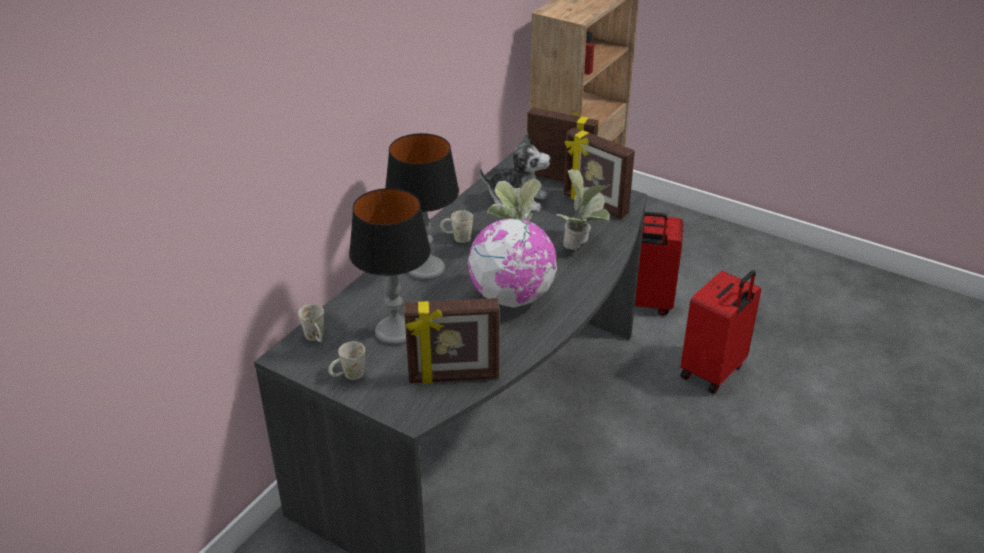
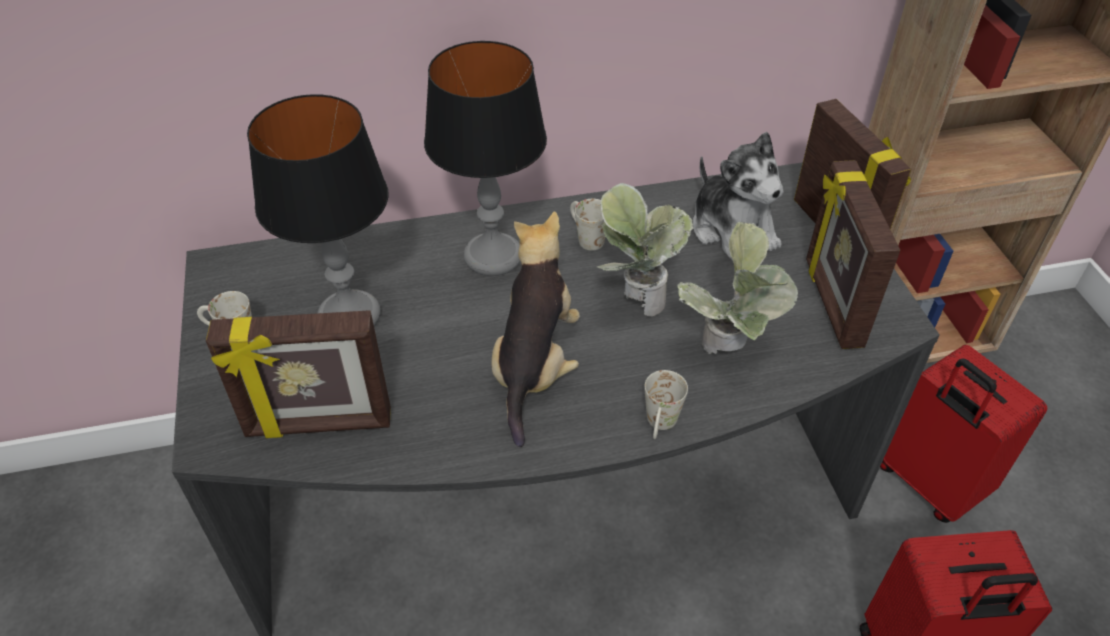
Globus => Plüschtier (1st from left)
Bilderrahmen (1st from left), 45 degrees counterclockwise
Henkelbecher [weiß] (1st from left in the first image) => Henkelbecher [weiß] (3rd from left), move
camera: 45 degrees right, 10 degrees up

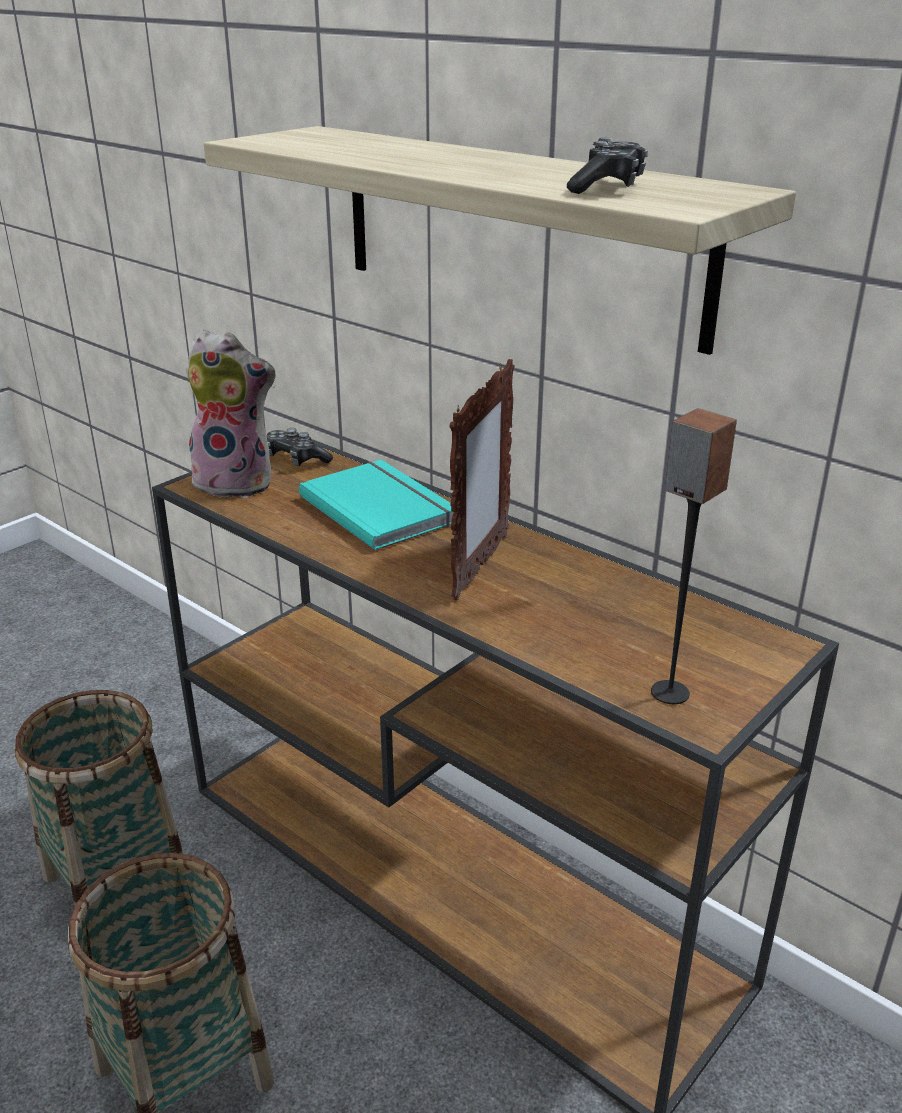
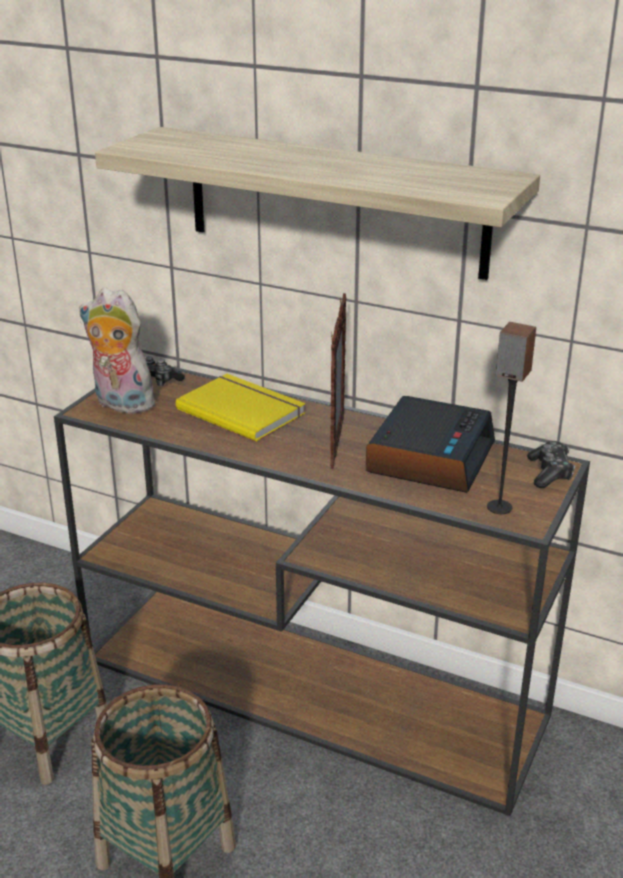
Gamepad (2nd from left), move
Plüschtier, 150 degrees counterclockwise
Buch [türkis] => Buch [gelb]
nothing => Wecker
camera: 15 degrees left, 0 degrees up

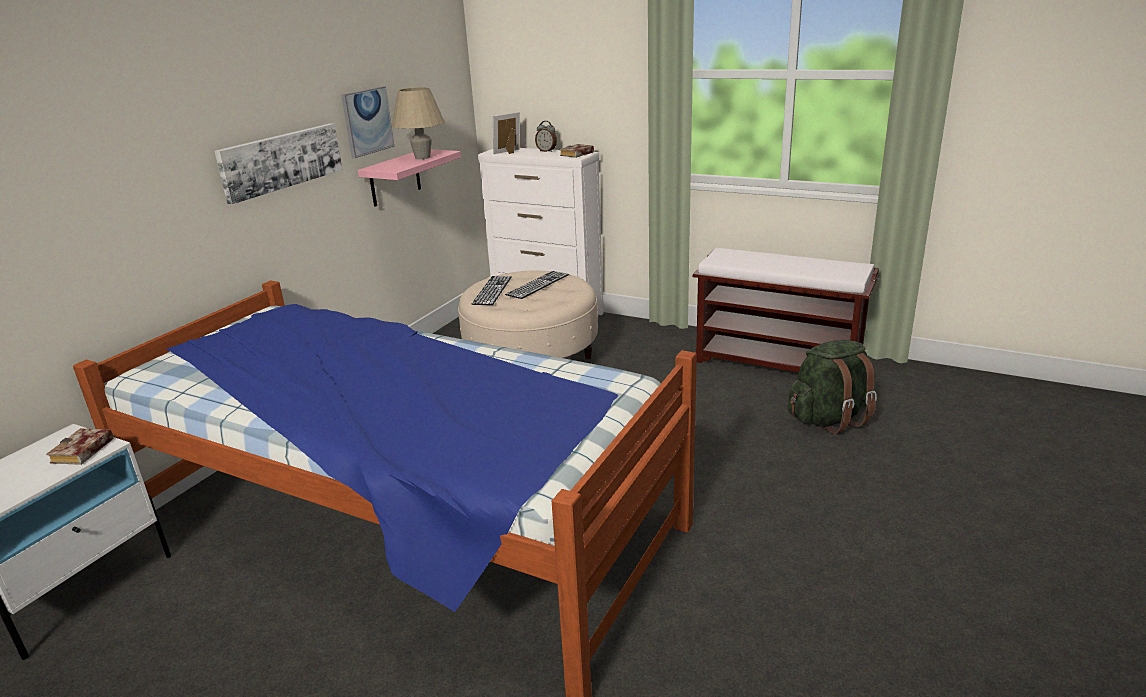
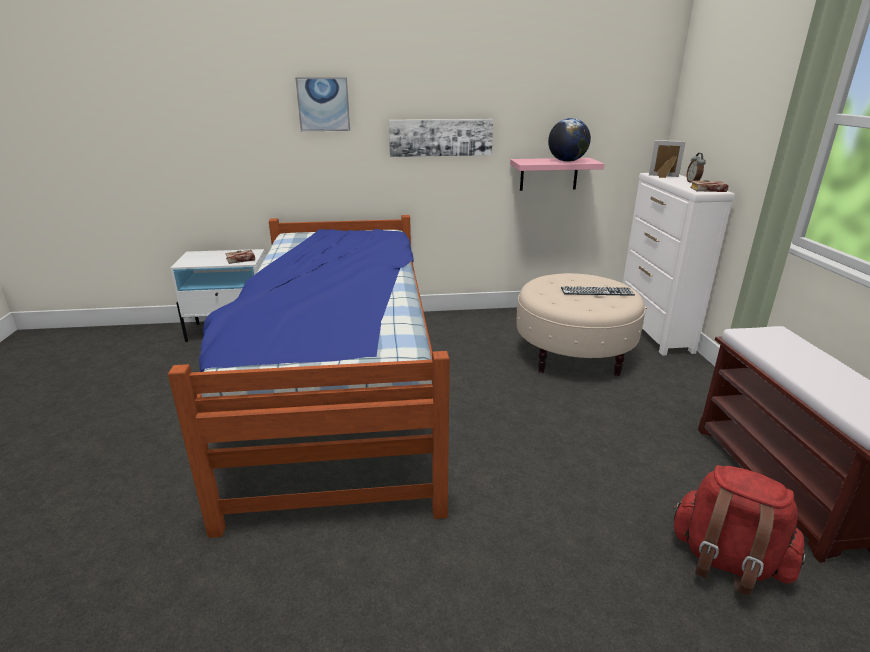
Bild (2nd from left in the first image) => Bild (1st from left), move
Tischlampe [beige] => Globus
Tastatur (1st from left) => nothing
Rucksack [grün] => Rucksack [rot]
camera: 55 degrees right, 0 degrees up

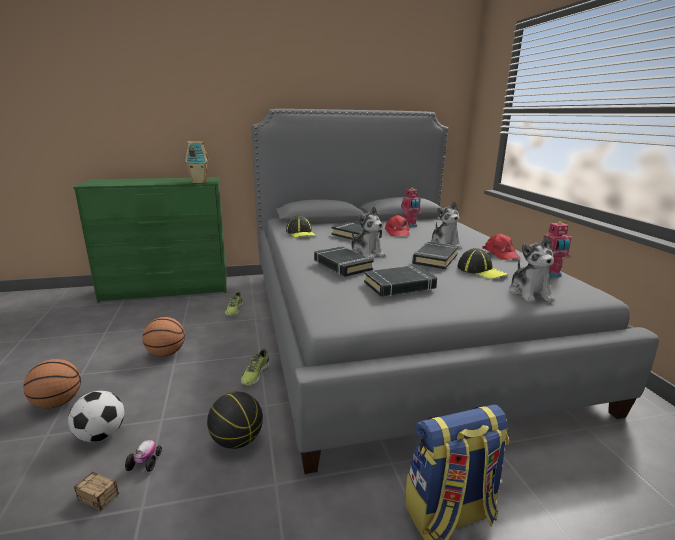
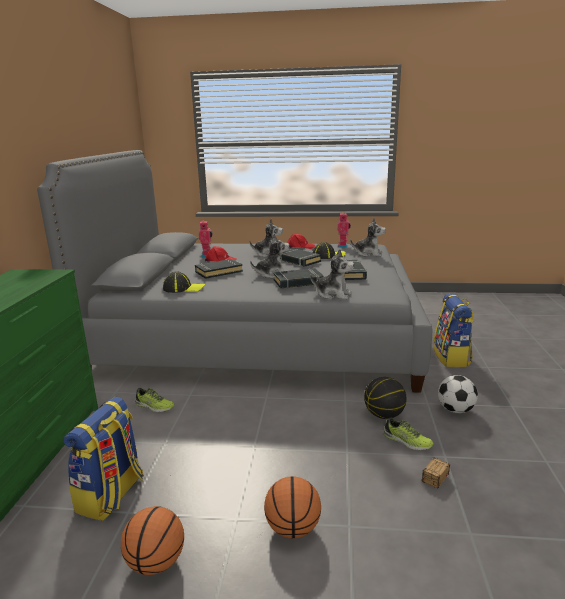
Spielzeughaus => nothing
Basketball (2nd from left in the first image) => Basketball (1st from left), move
Schuh (2nd from left), move
Fußball, move
Spielzeugauto => nothing
nothing => Plüschtier (3rd from left)
nothing => Rucksack (1st from left)
camera: 70 degrees left, 0 degrees up

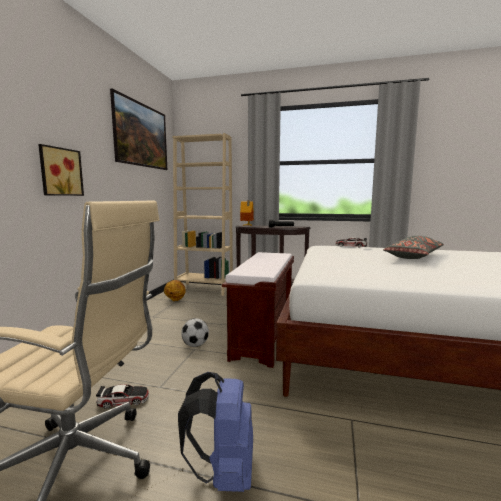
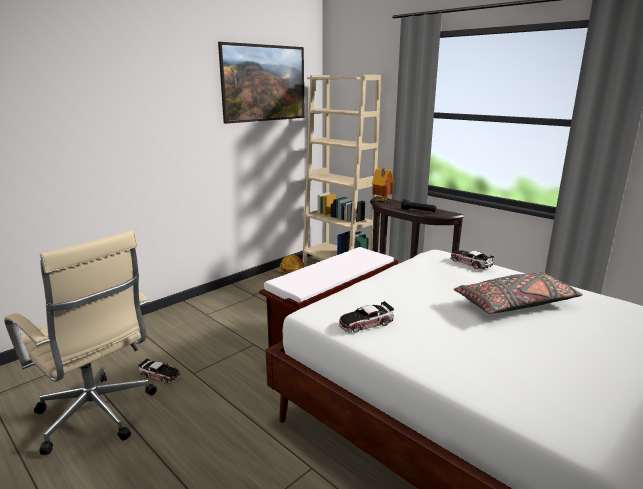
Bild (1st from left) => nothing
Fußball => nothing
Rucksack [blau] => nothing
nothing => Spielzeugauto (2nd from left)
camera: 30 degrees right, 10 degrees up

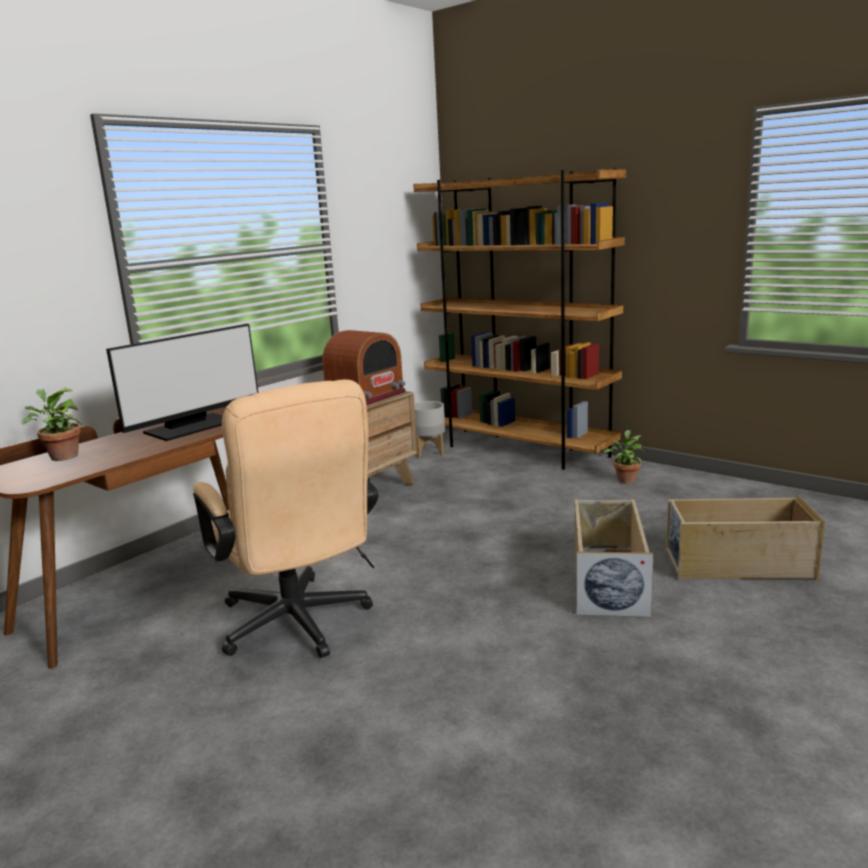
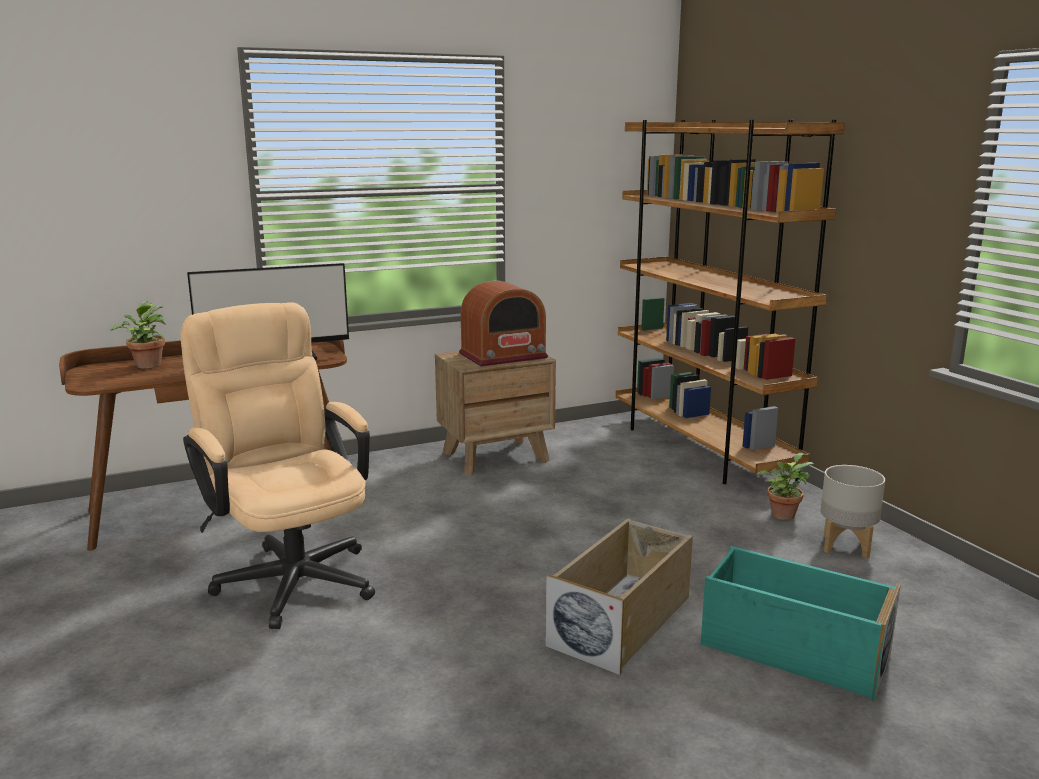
Bürostuhl [beige], 150 degrees clockwise
Pflanzkübel [grau], move
Aufbewahrungsbox [beige] (2nd from left) => Aufbewahrungsbox [türkis]
camera: 25 degrees right, 0 degrees up

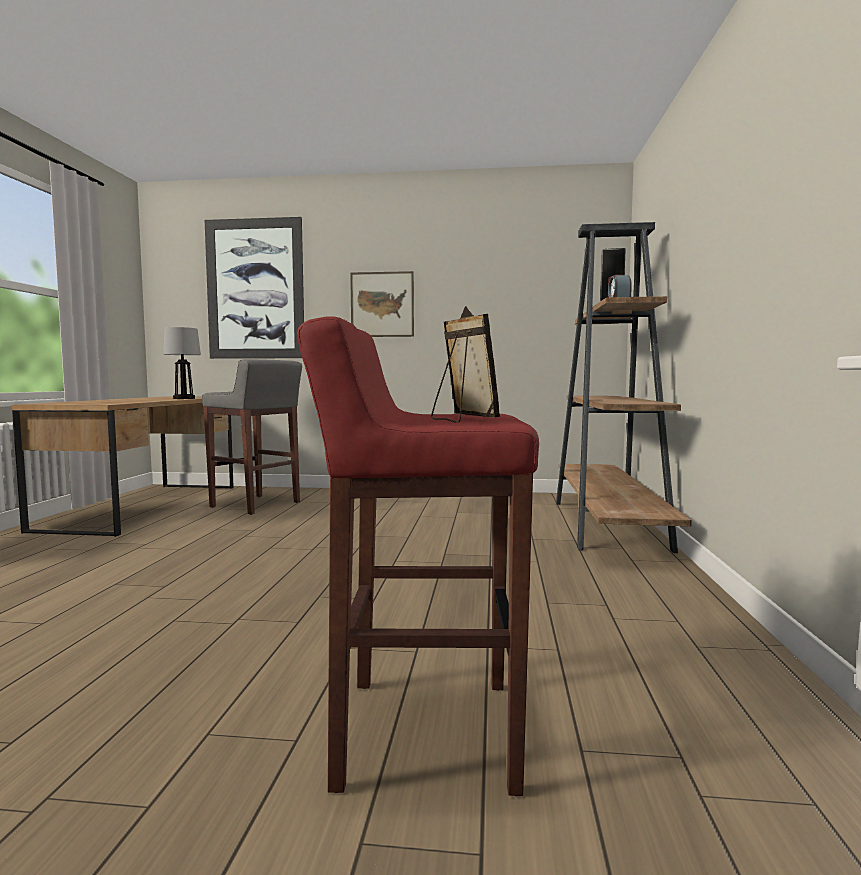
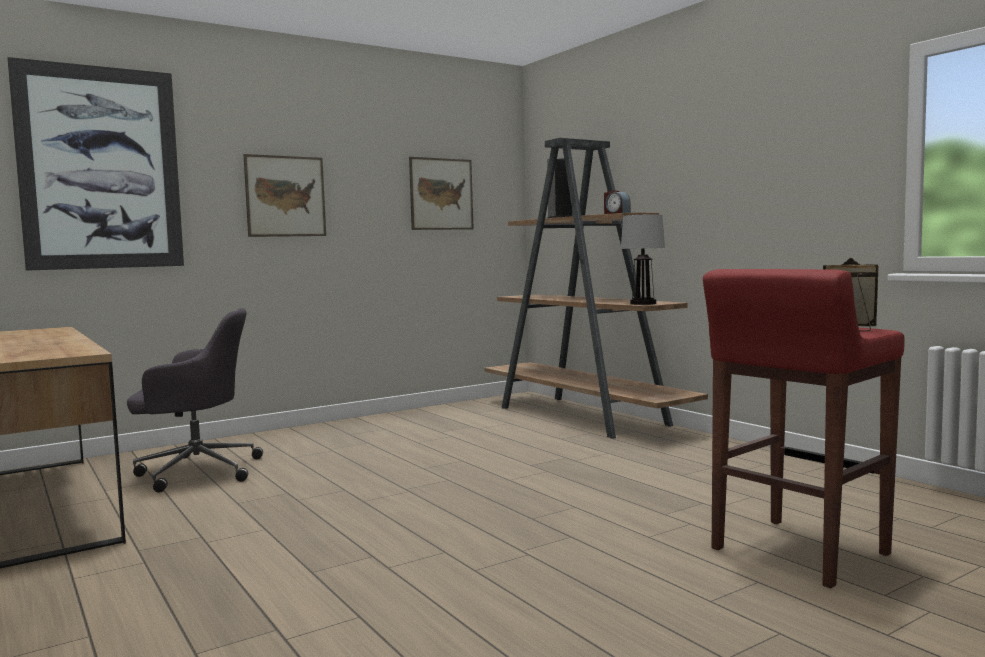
Tischlampe, move
Hocker [grau] => Bürostuhl [grau]
nothing => Bild (3rd from left)
camera: 40 degrees left, 0 degrees up

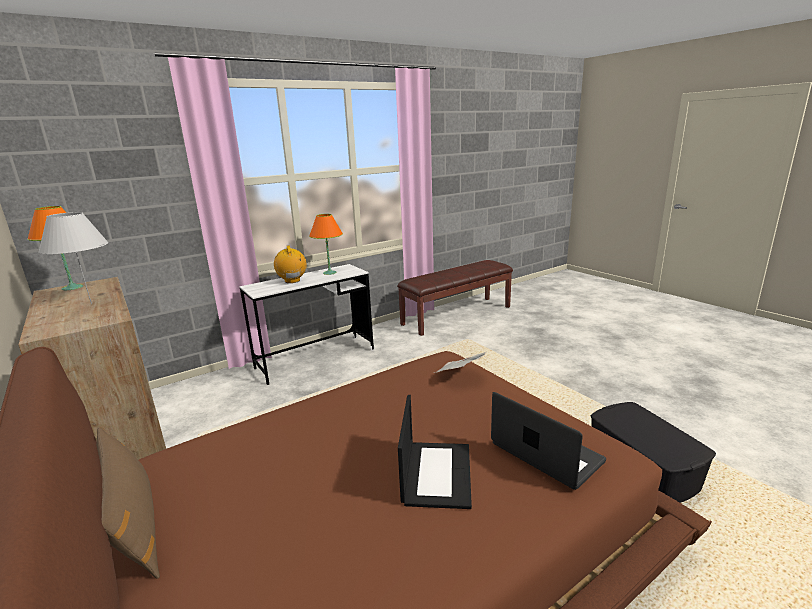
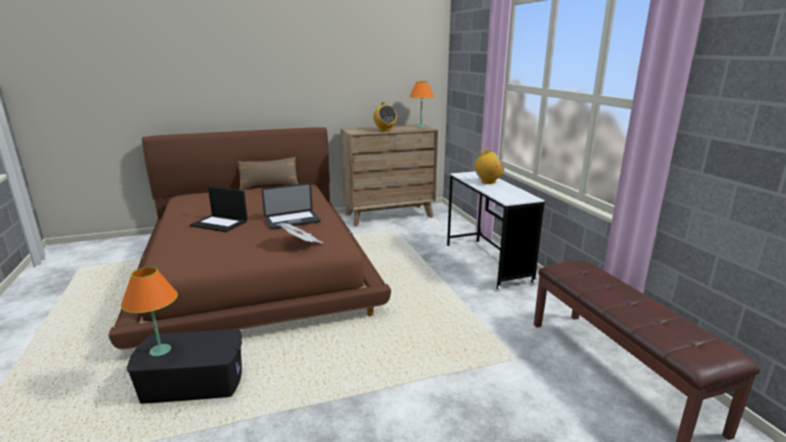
Tischlampe [weiß] => Radio (1st from left)
Tischlampe [orange] (2nd from left in the first image) => Tischlampe [orange] (1st from left), move
Laptop (2nd from left), move
camera: 105 degrees right, 0 degrees up

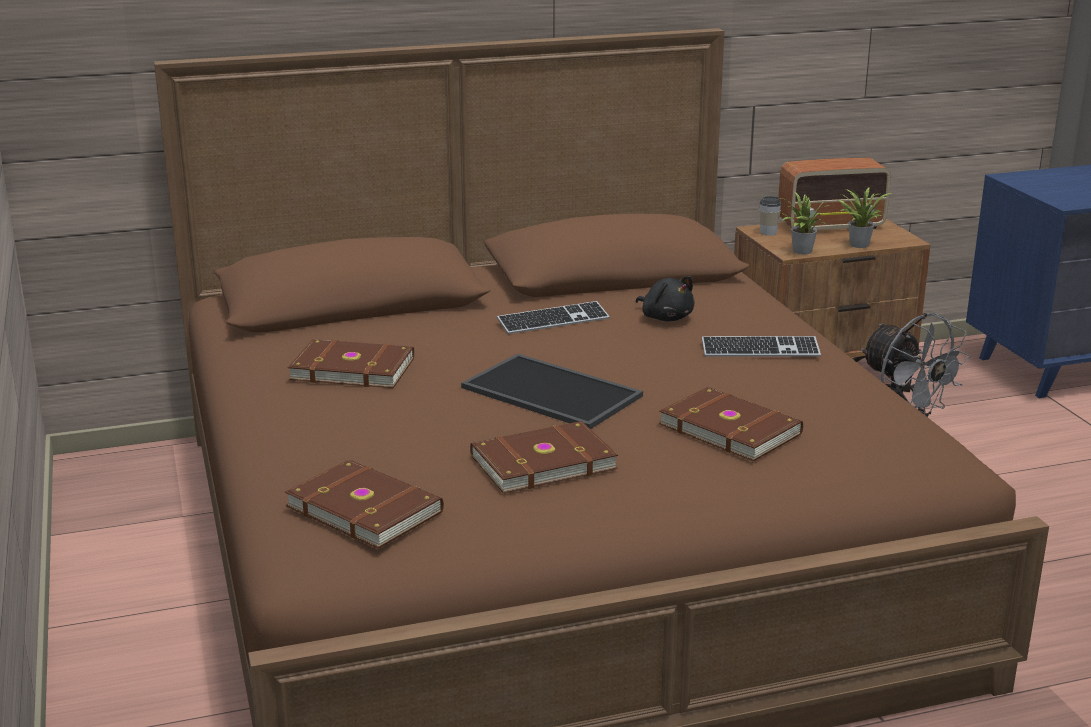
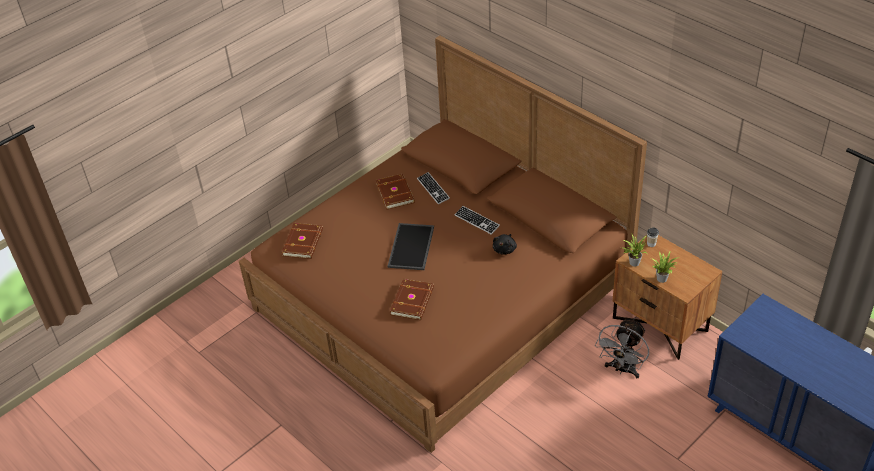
Radio => nothing
Tastatur (2nd from left in the first image) => Tastatur (1st from left), move
Buch [braun] (3rd from left) => nothing
camera: 65 degrees right, 20 degrees up

